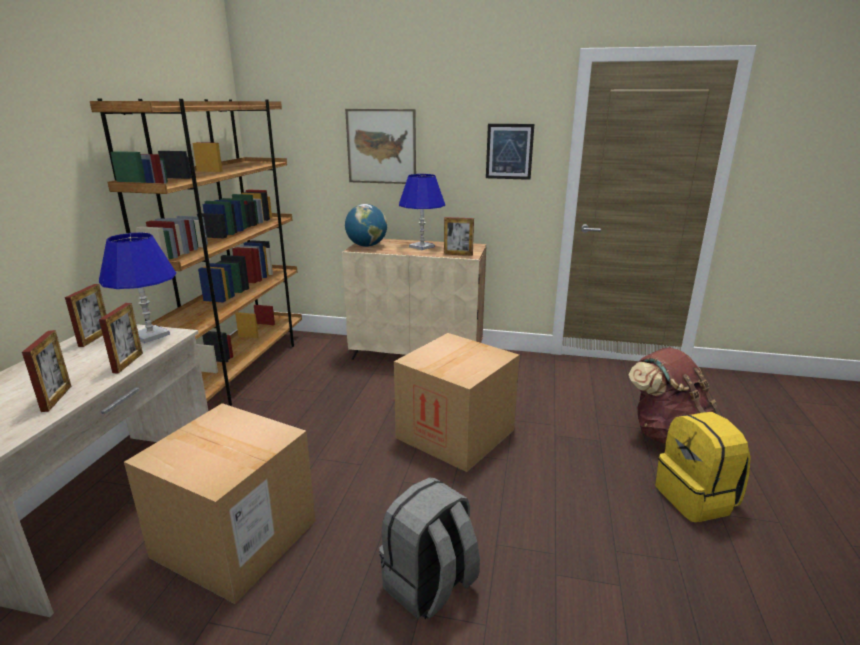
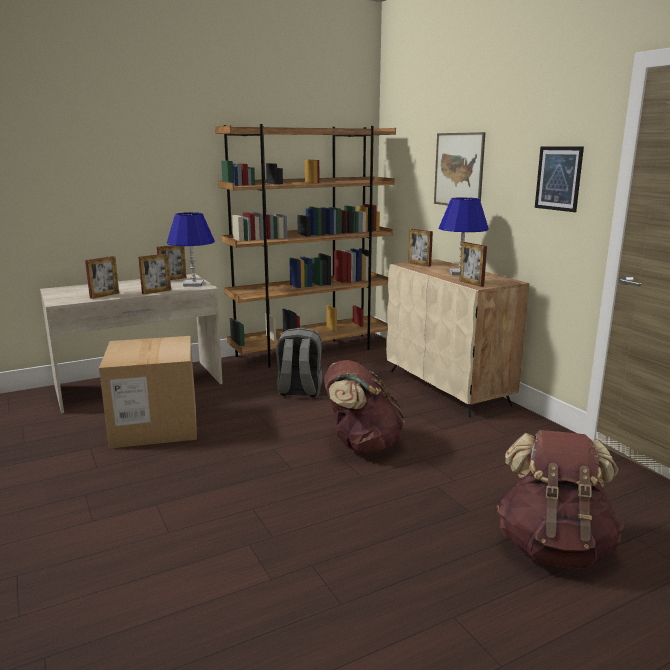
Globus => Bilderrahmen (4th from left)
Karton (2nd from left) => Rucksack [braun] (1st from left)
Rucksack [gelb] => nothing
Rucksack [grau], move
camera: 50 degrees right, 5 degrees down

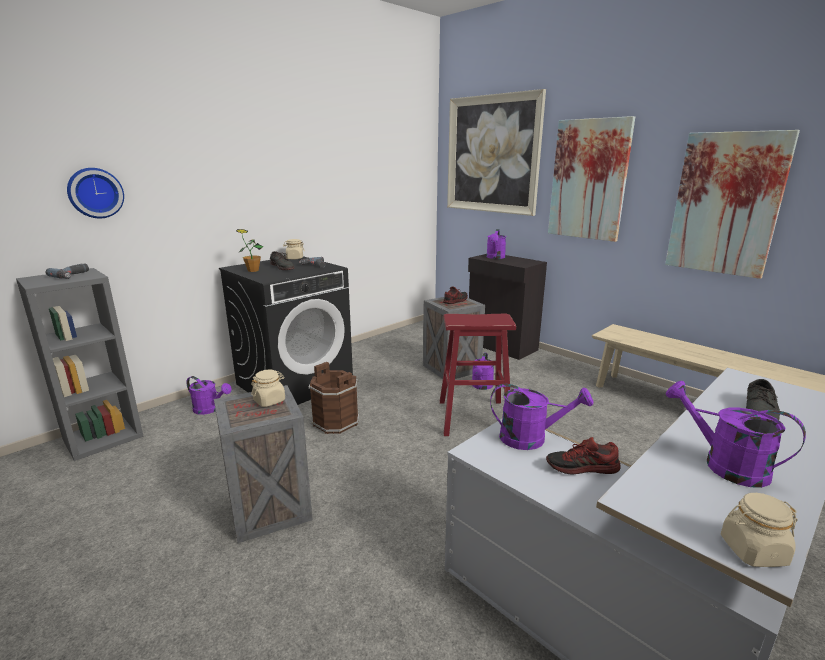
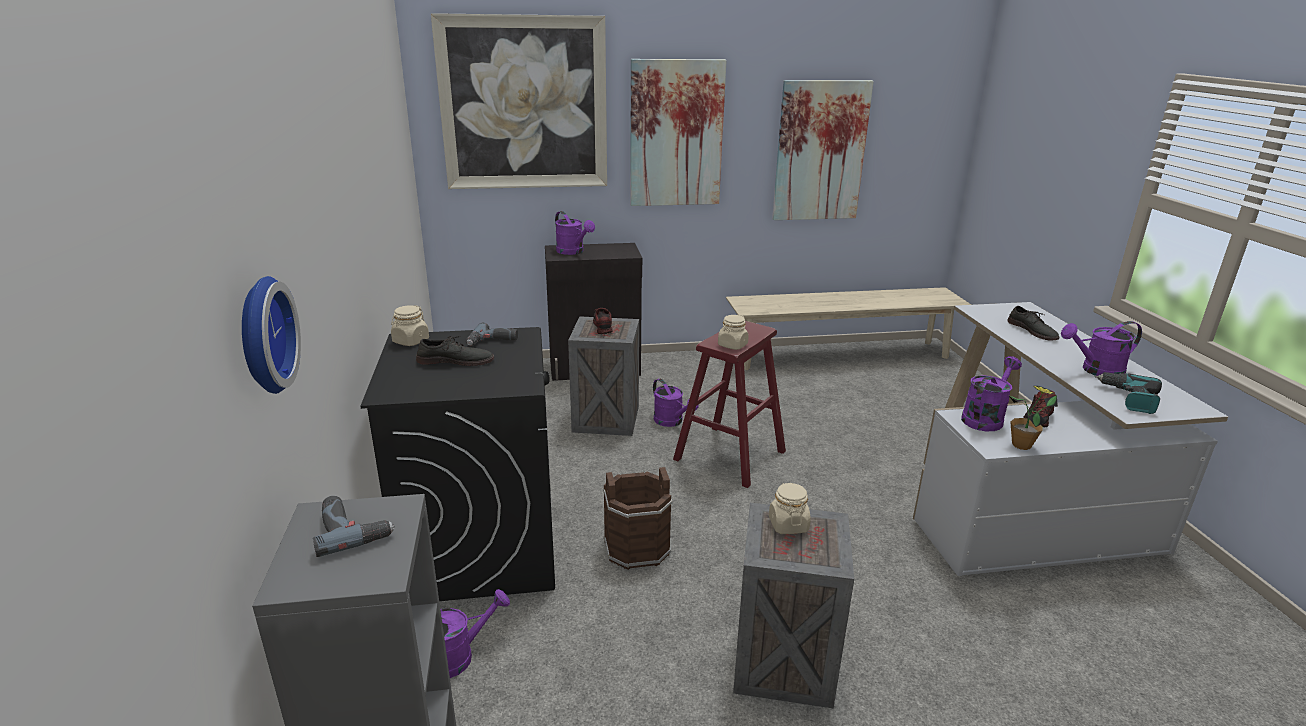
Topfpflanze, move
Vorratsglas [beige] (3rd from left in the first image) => Vorratsglas [beige] (2nd from left), move
nothing => Bohrmaschine (3rd from left)
camera: 55 degrees left, 5 degrees up

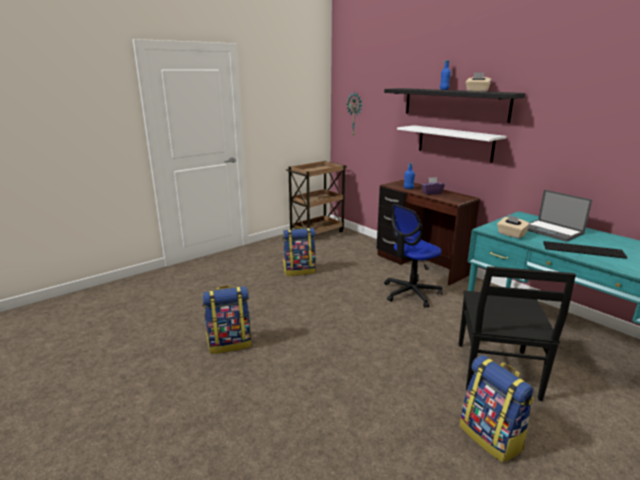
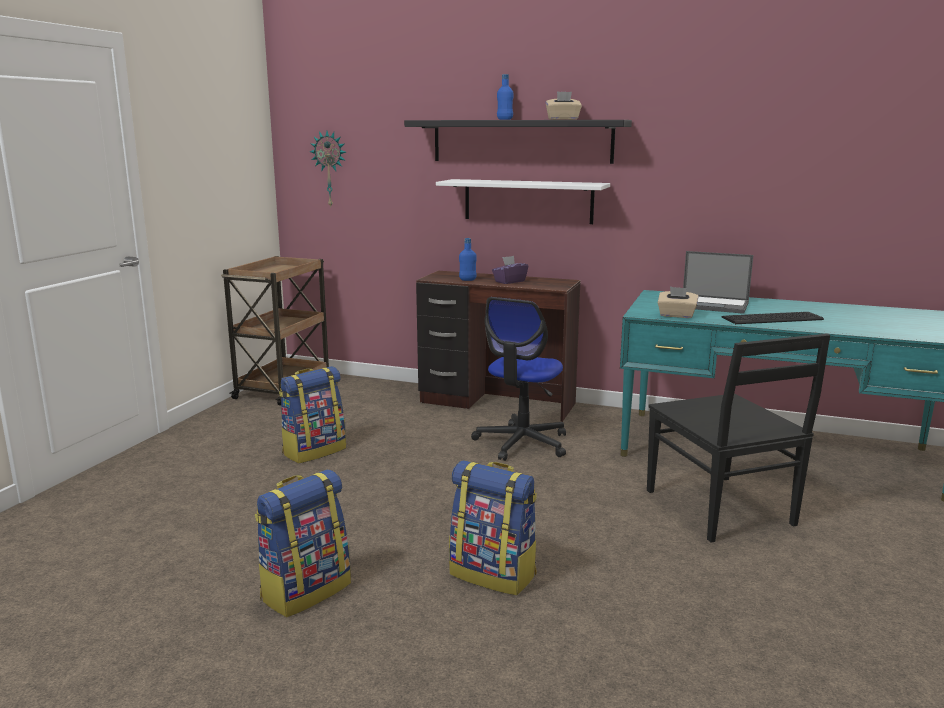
Rucksack (3rd from left), move
camera: 30 degrees left, 5 degrees down

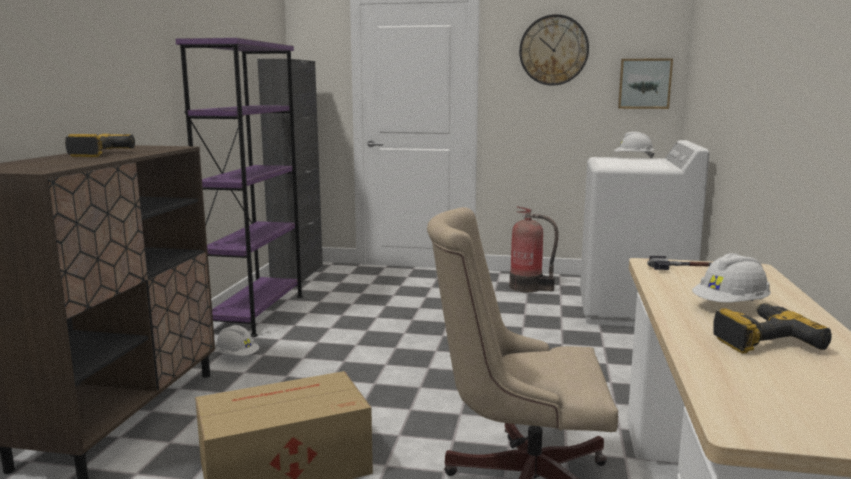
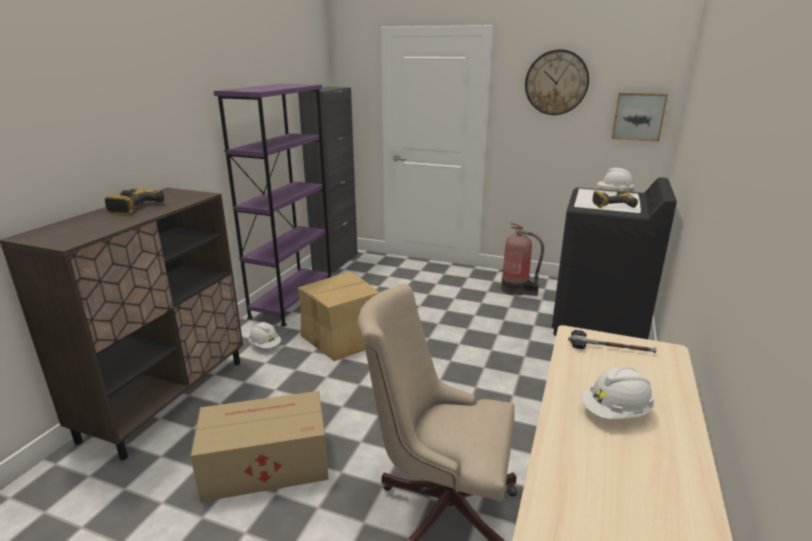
Waschmaschine [weiß] => Waschmaschine [schwarz]
Bohrmaschine (2nd from left), move
nothing => Karton (2nd from left)
camera: 10 degrees right, 10 degrees up

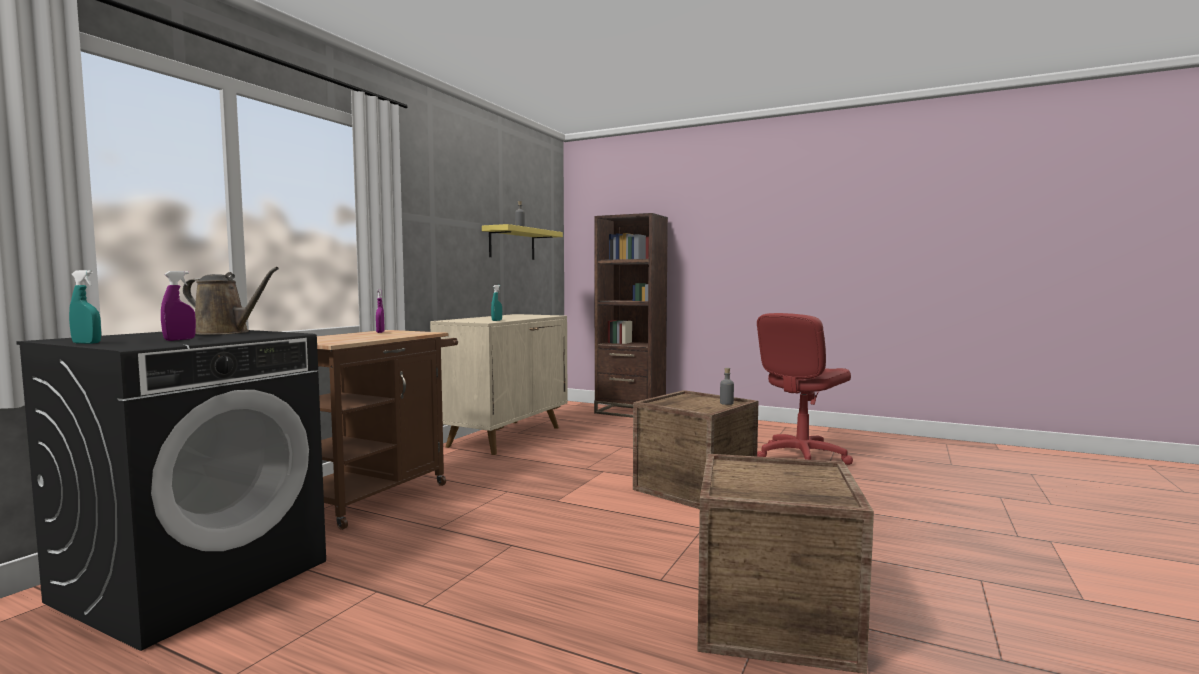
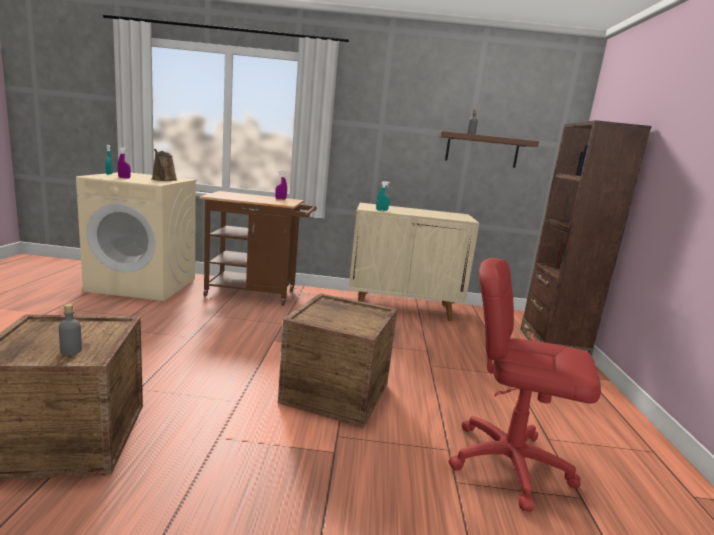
Wandregal [gelb] => Wandregal [braun]
Waschmaschine [schwarz] => Waschmaschine [beige]
Flasche [grau] (2nd from left in the first image) => Flasche [grau] (1st from left), move
camera: 65 degrees right, 10 degrees up

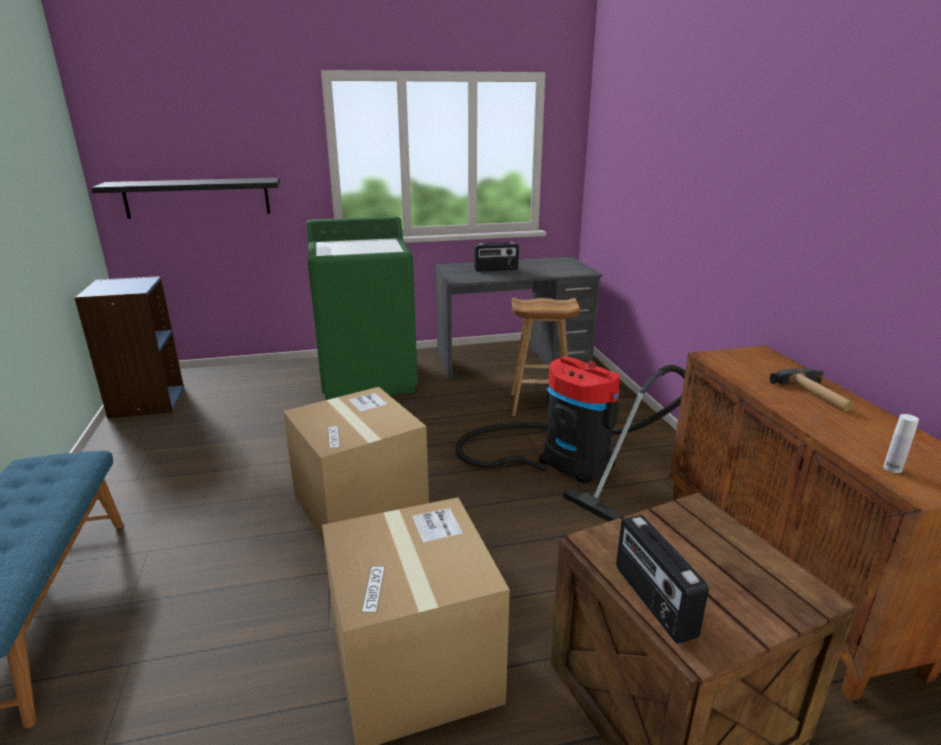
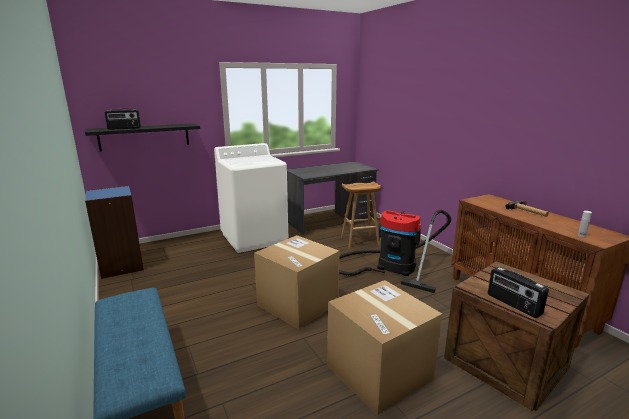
Waschmaschine [grün] => Waschmaschine [weiß]
Radio (1st from left), move
camera: 15 degrees left, 5 degrees down

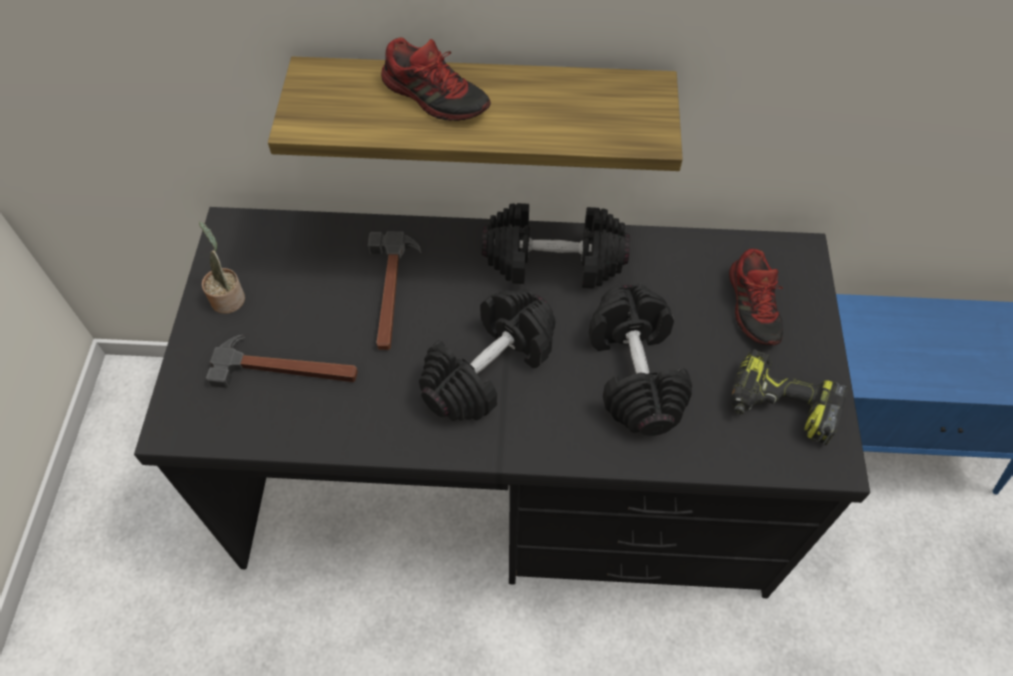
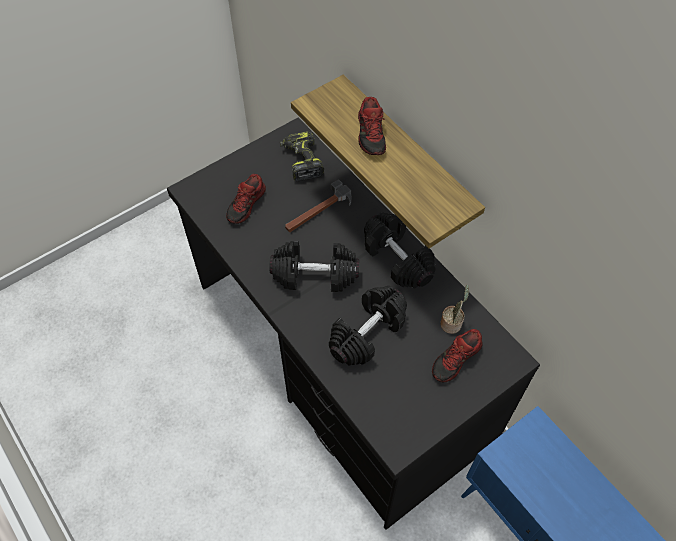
Topfpflanze, move
Hammer (1st from left) => Schuh (1st from left)
Bohrmaschine, move
camera: 50 degrees right, 0 degrees up

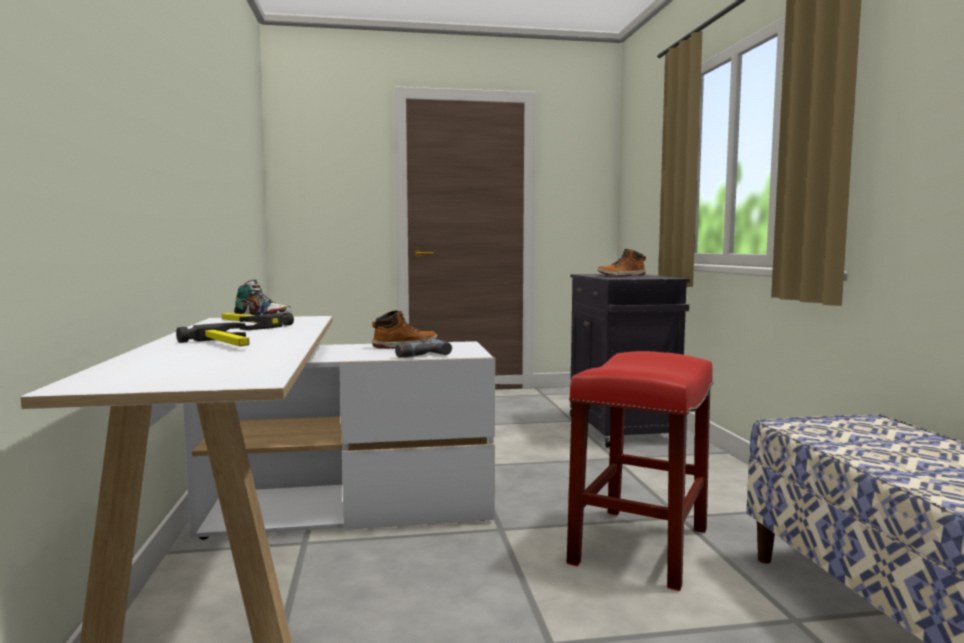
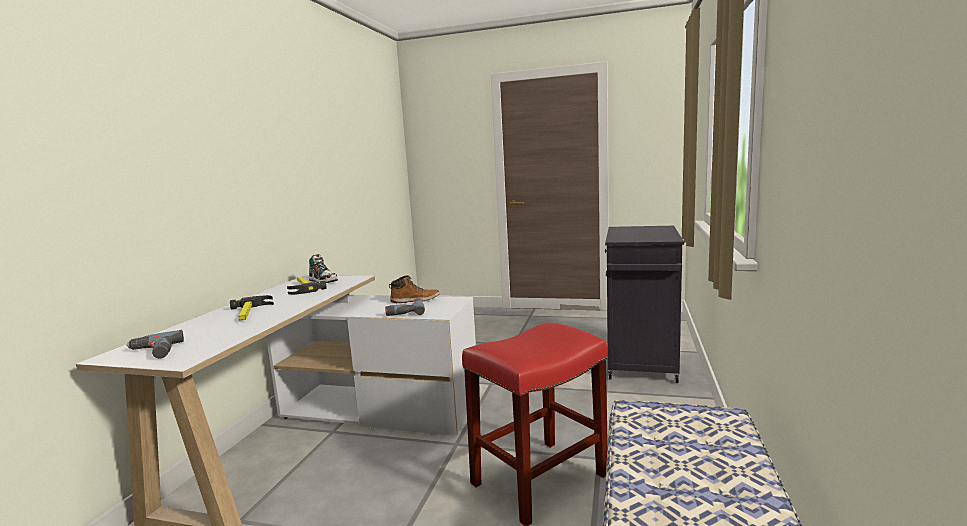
Stiefel (2nd from left) => nothing
nothing => Bohrmaschine (1st from left)
camera: 25 degrees right, 5 degrees up

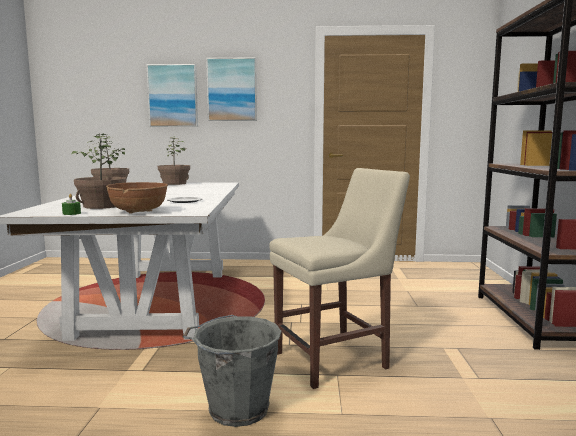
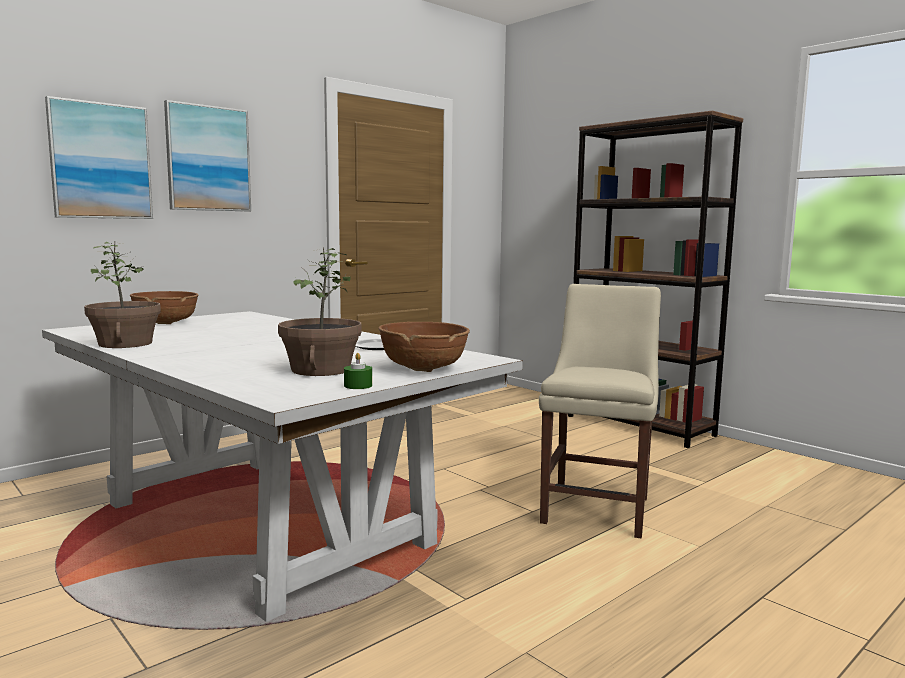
Topfpflanze (3rd from left) => Schüssel [braun] (1st from left)
Eimer [grau] => nothing
camera: 45 degrees left, 0 degrees up

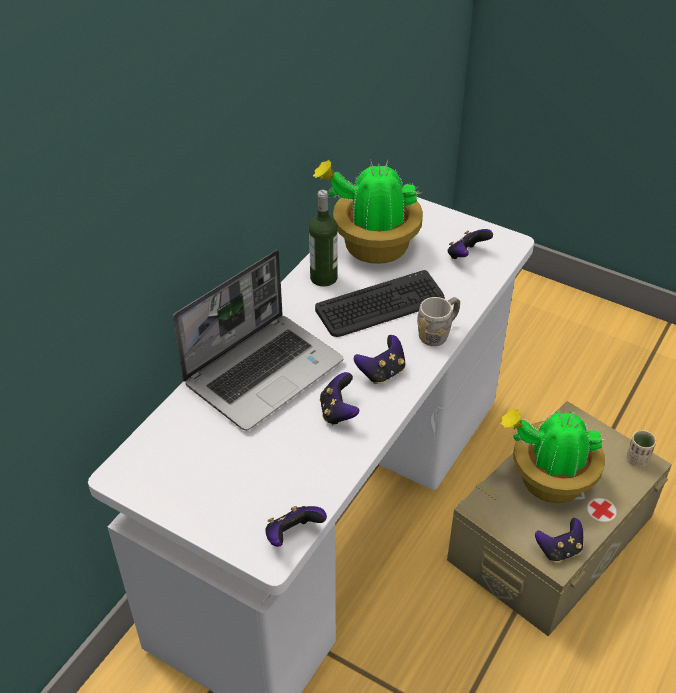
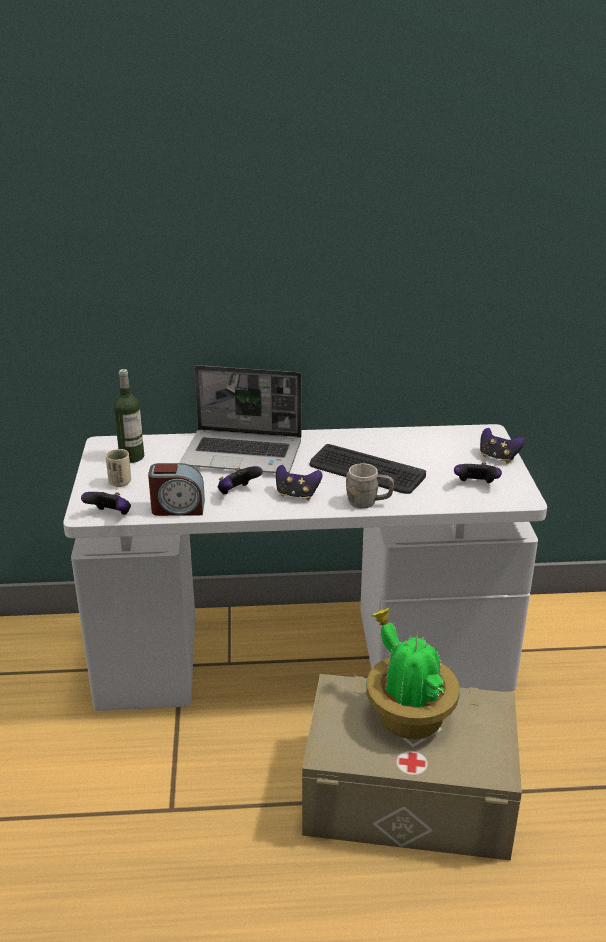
Topfpflanze (1st from left) => nothing
Flasche, move
Tasse [beige], move
Gamepad (5th from left), move
nothing => Wecker
camera: 55 degrees right, 15 degrees down

